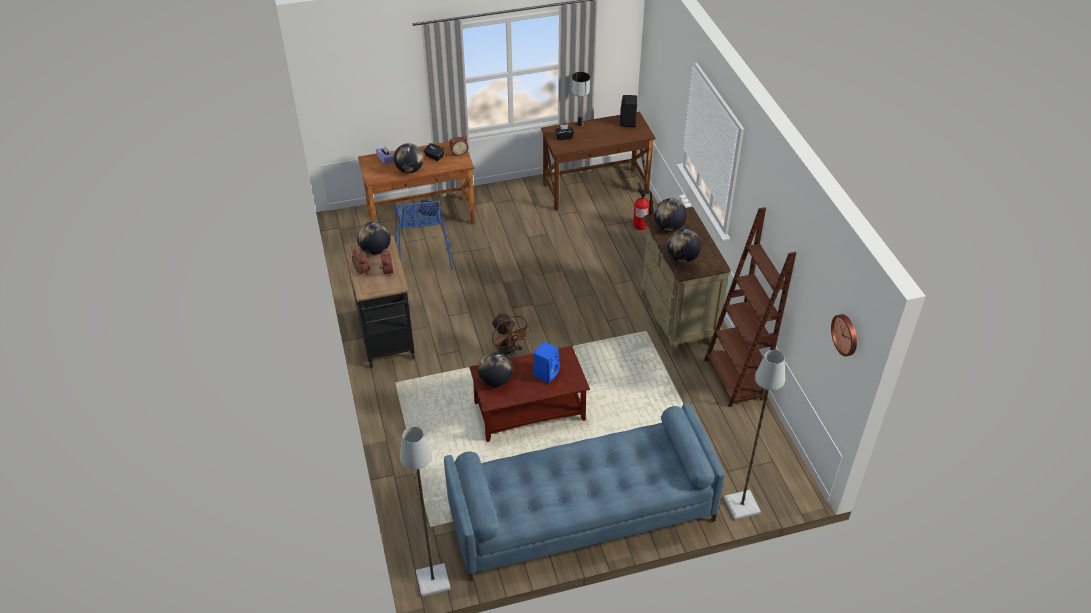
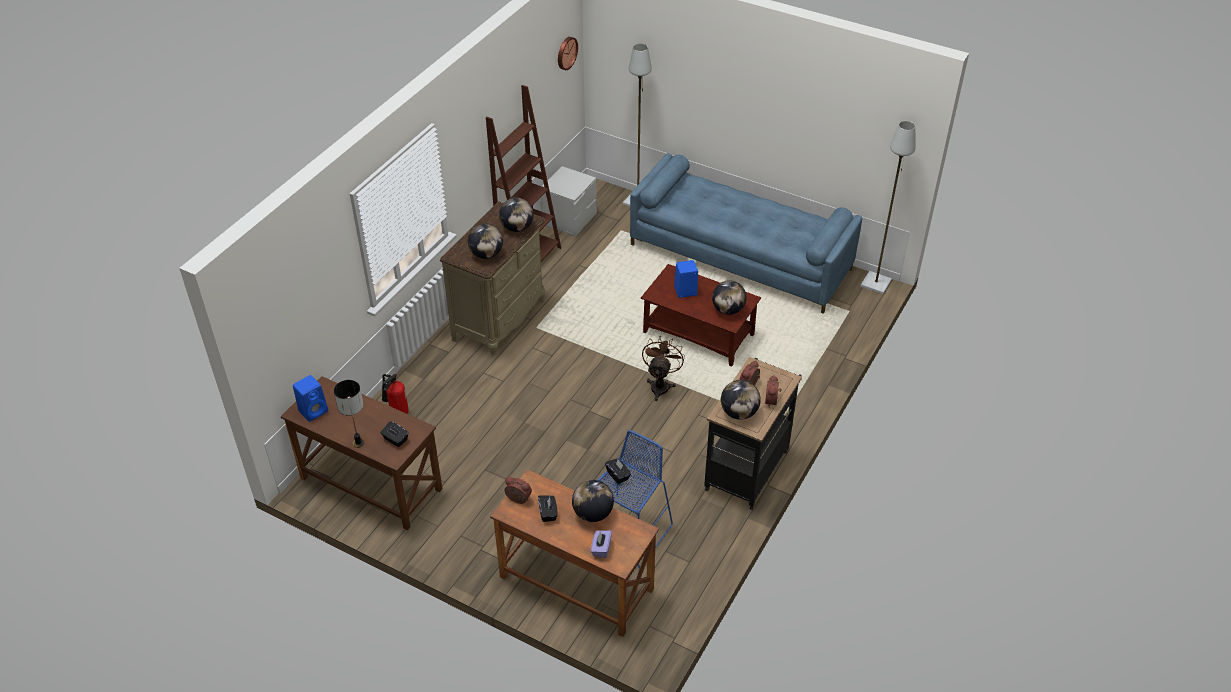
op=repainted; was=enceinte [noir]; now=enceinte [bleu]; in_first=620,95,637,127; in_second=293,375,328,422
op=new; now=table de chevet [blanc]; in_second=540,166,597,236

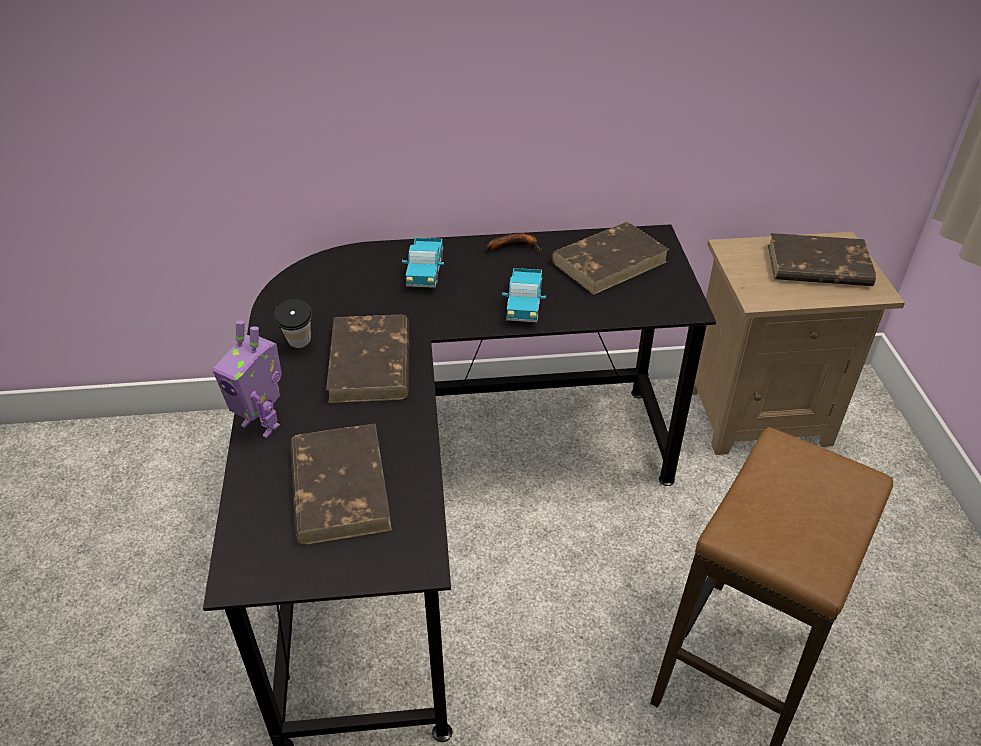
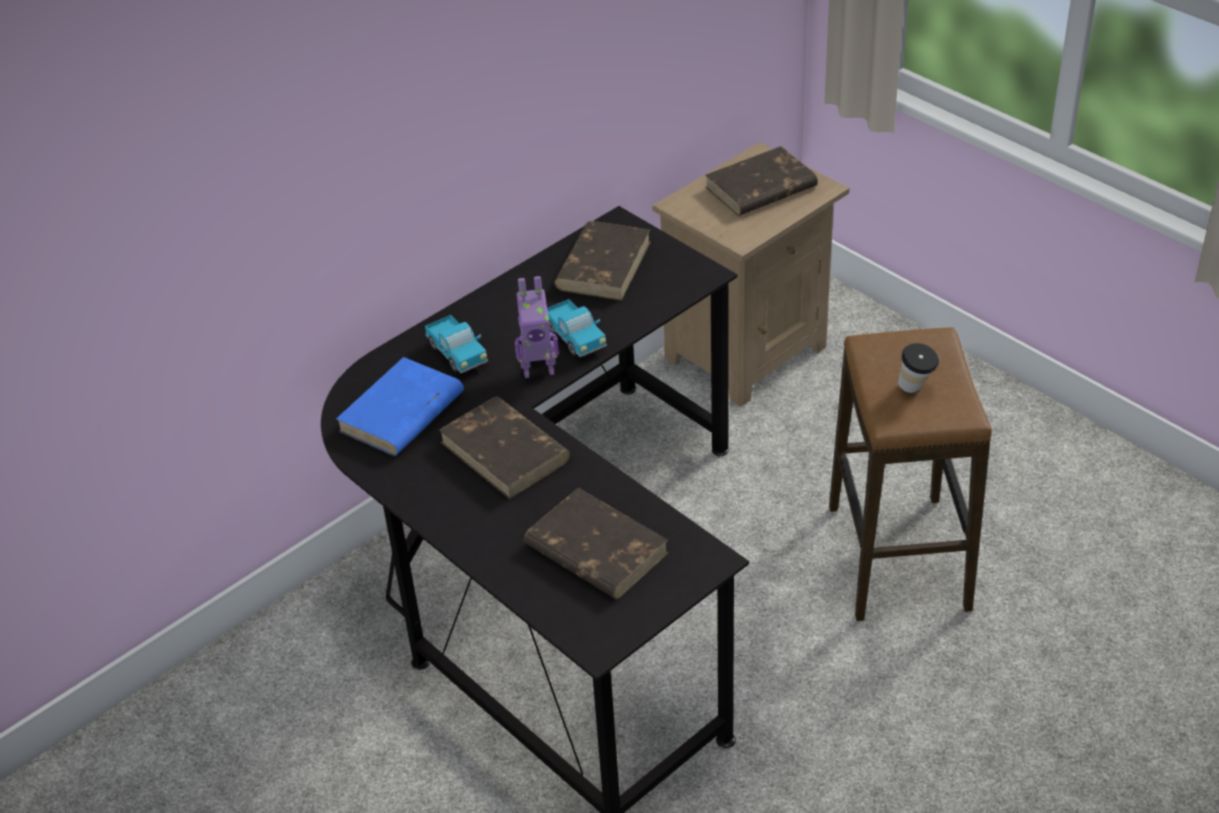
op=shifted; was=robot jouet; in_first=213,321,282,438; in_second=515,276,559,378
op=shifted; was=tasse; in_first=274,299,312,348; in_second=898,343,939,393
op=gone; was=banane; in_first=486,233,542,252
op=new; now=livre [bleu]; in_second=336,357,464,456

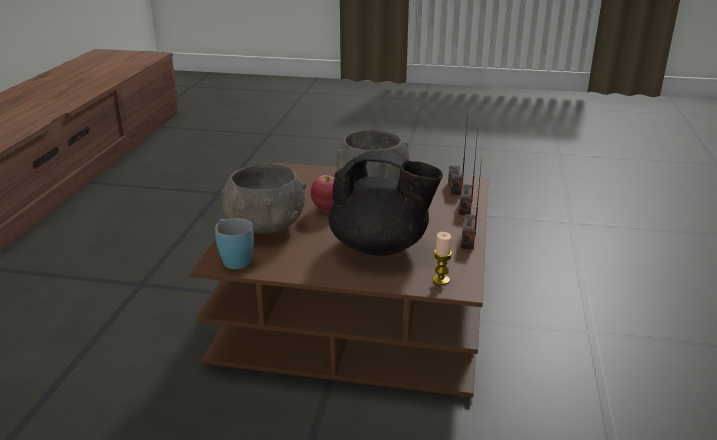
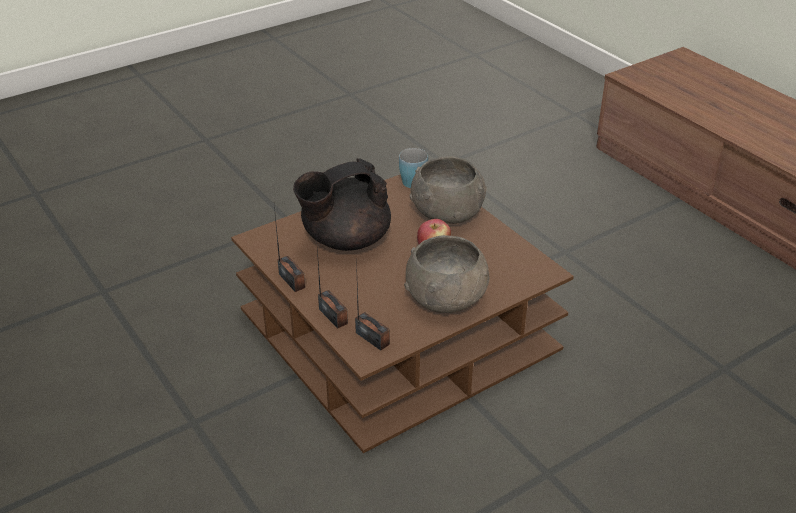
op=gone; was=bougie; in_first=432,232,452,285

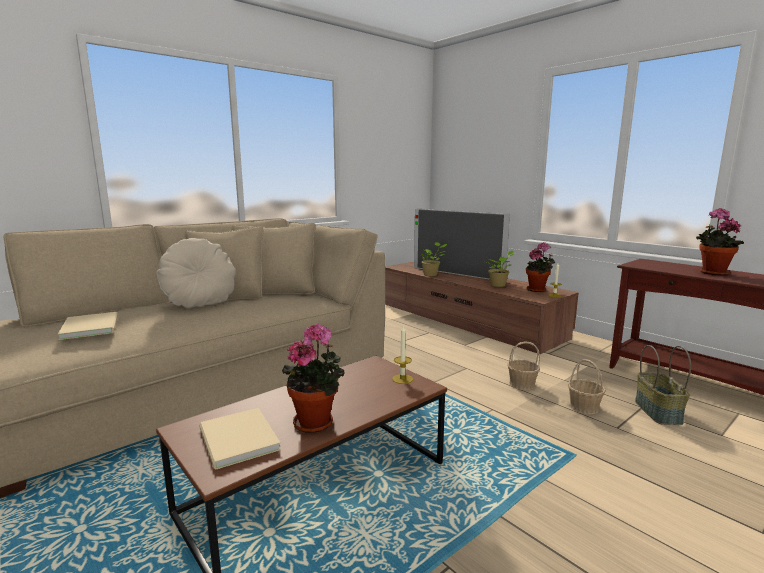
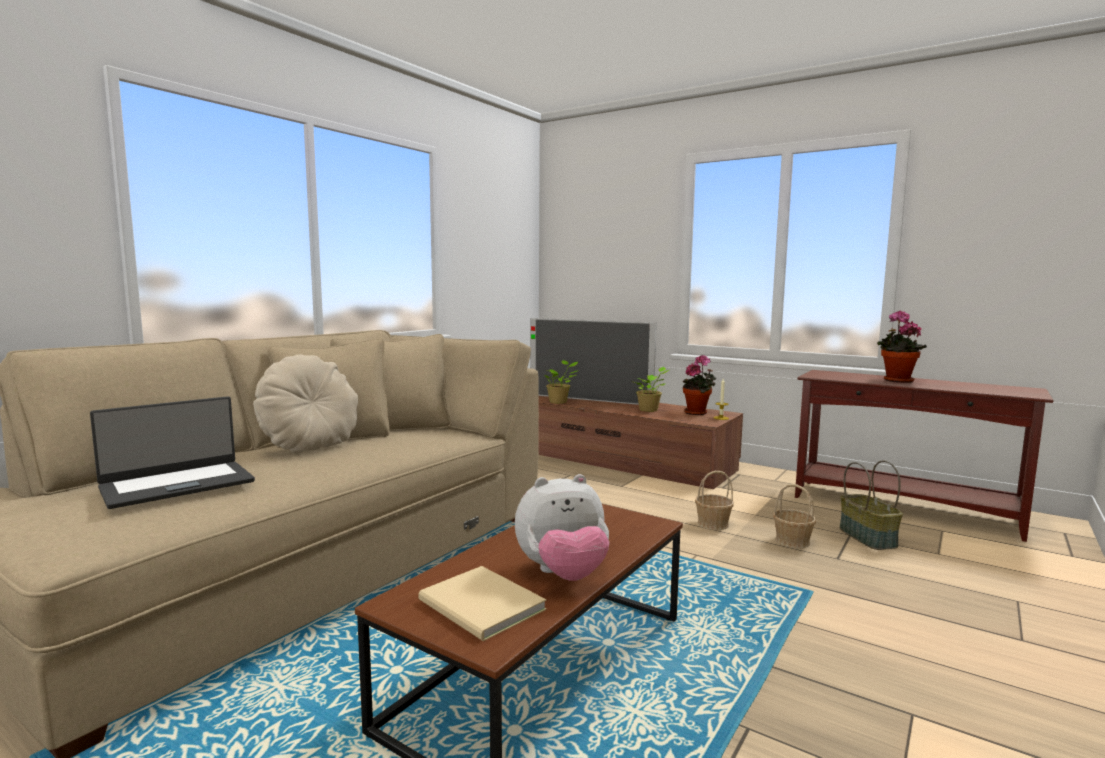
op=swapped; was=livre [beige]; now=ordinateur portable; in_first=58,312,118,340; in_second=90,396,255,509
op=swapped; was=plante en pot; now=peluche; in_first=282,323,345,433; in_second=515,474,610,581
op=gone; was=bougie; in_first=392,326,413,384

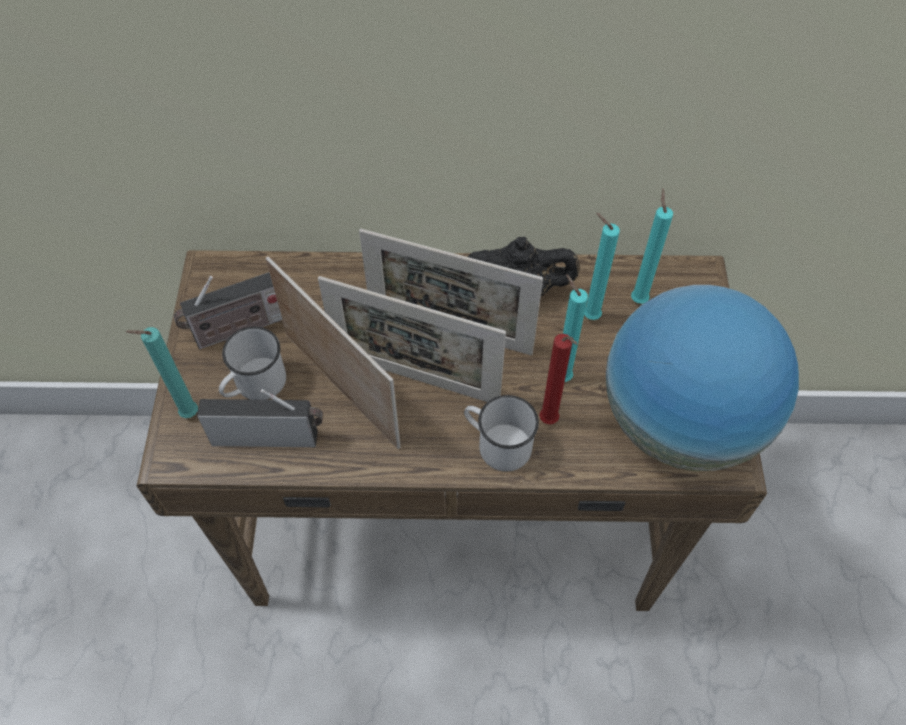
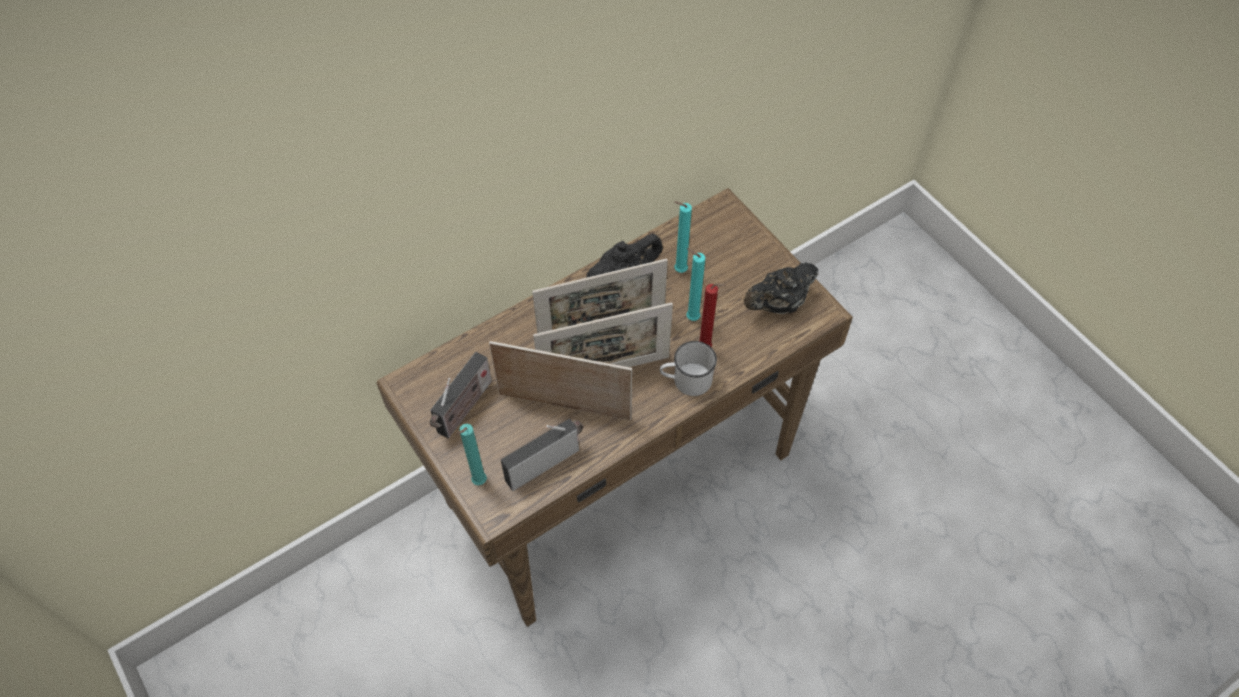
op=gone; was=mug [blanc]; in_first=219,327,286,400
op=swapped; was=globe; now=théière [noir]; in_first=606,285,799,471; in_second=744,262,819,314
op=gone; was=bougie [turquoise]; in_first=631,188,673,304

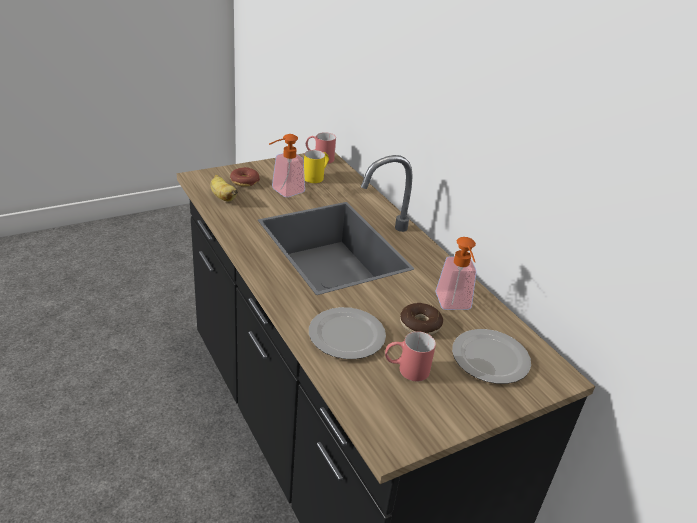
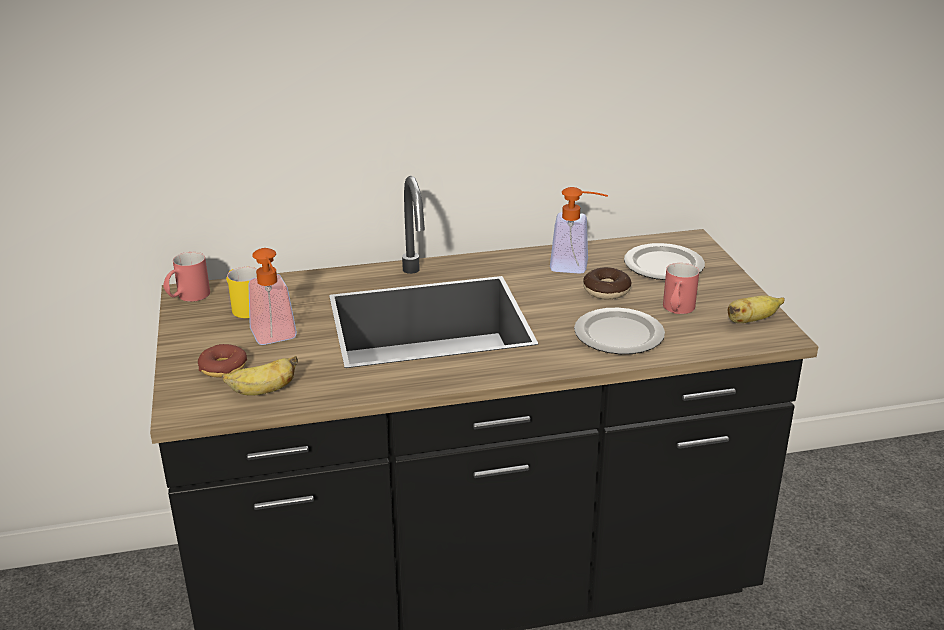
op=new; now=banane; in_second=728,295,785,323

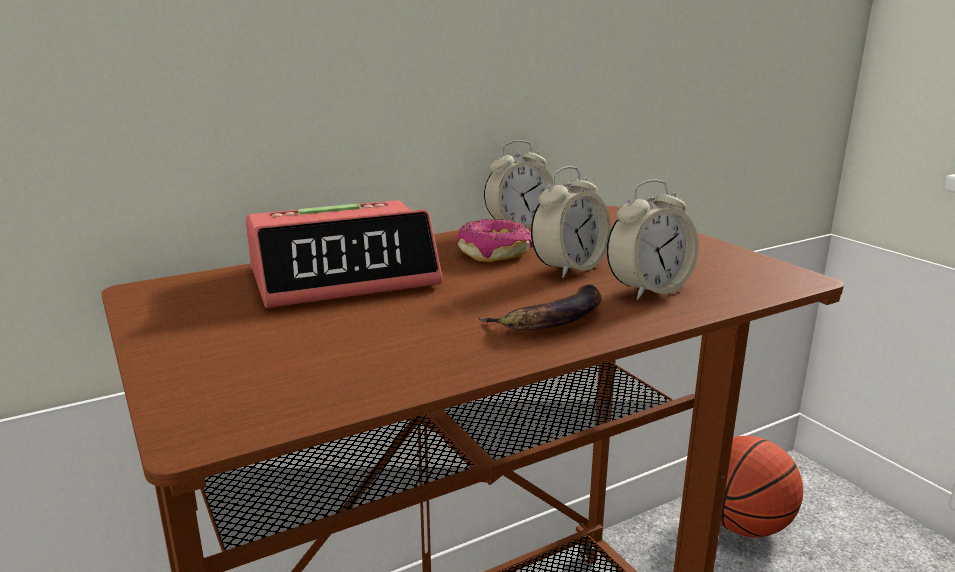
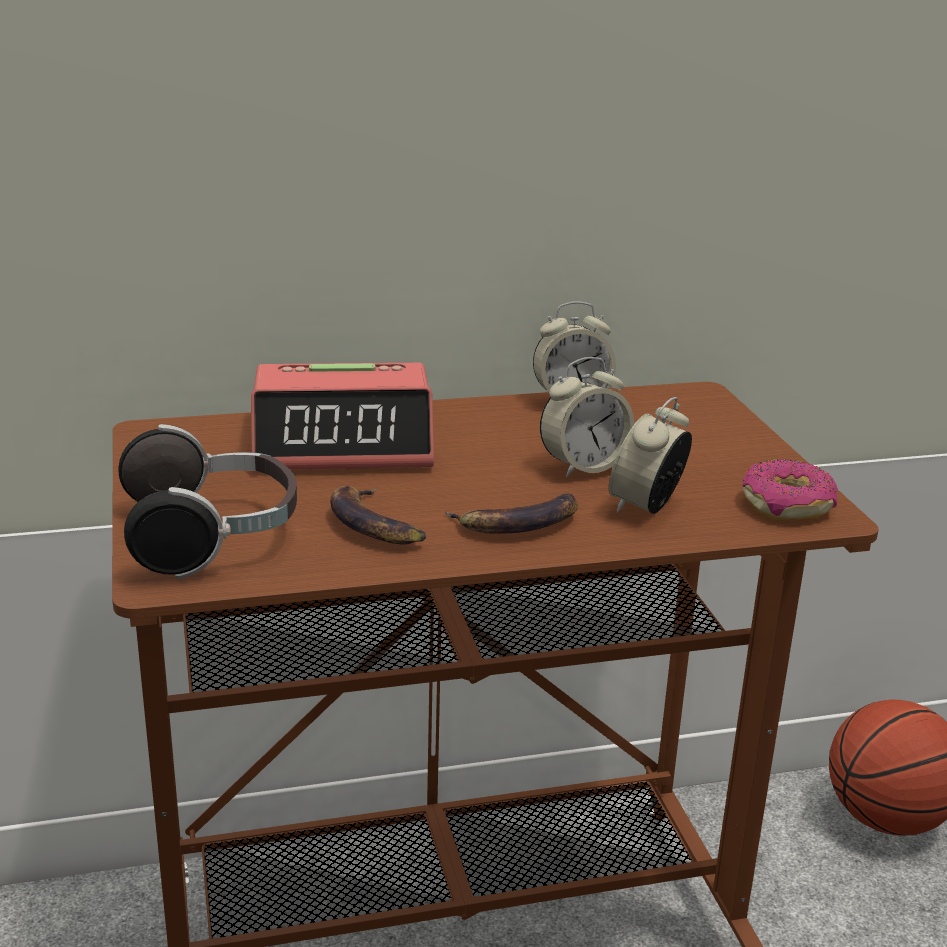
op=shifted; was=beignet; in_first=457,219,533,262; in_second=742,459,837,520
op=rotated; was=réveil; in_first=607,179,699,300; in_second=609,397,692,514; clockwise=135
op=new; now=casque audio; in_second=118,424,297,579
op=new; now=banane; in_second=330,486,426,545

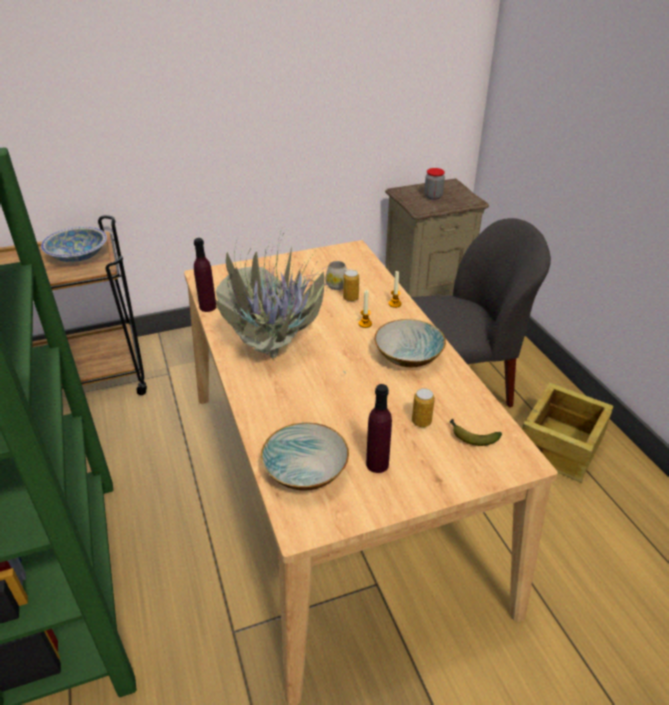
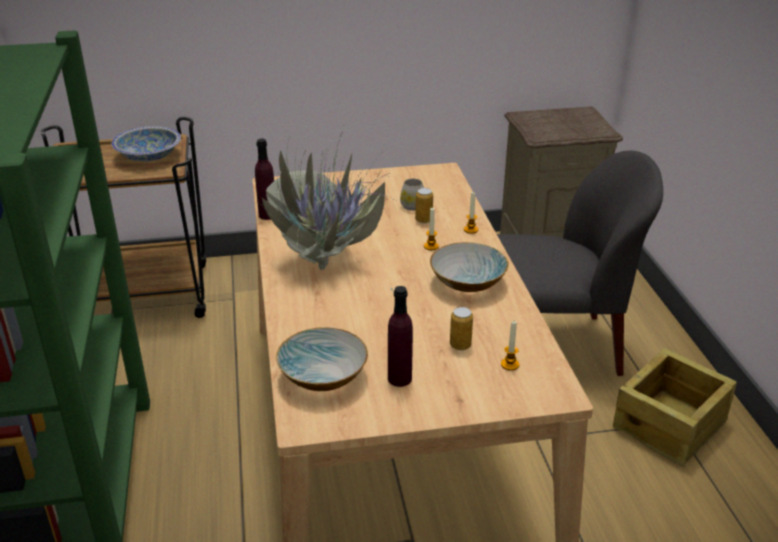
op=gone; was=bocal; in_first=424,168,445,200
op=swapped; was=banane; now=bougie; in_first=450,419,502,446; in_second=501,321,519,371

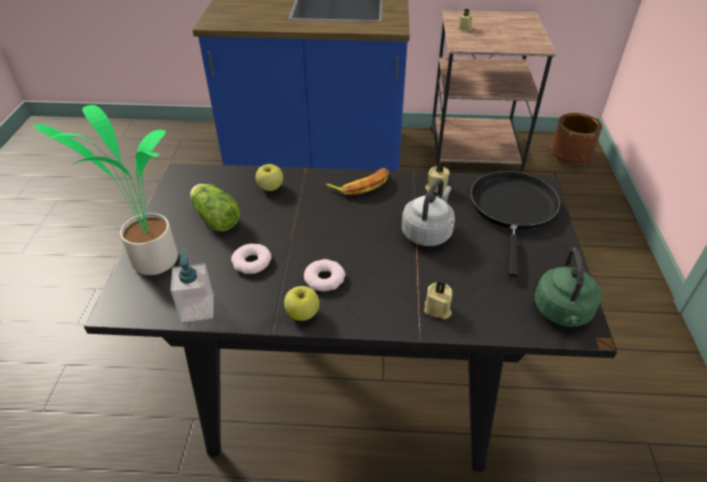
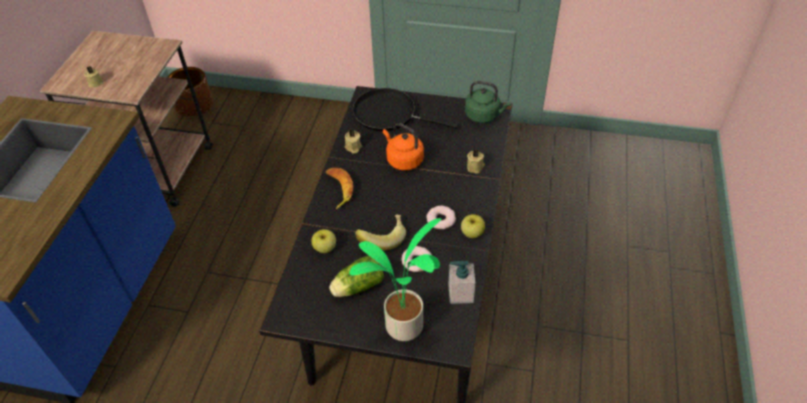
op=repainted; was=bouilloire [gris]; now=bouilloire [orange]; in_first=402,179,455,246; in_second=383,123,424,171
op=new; now=banane; in_second=355,215,406,250

